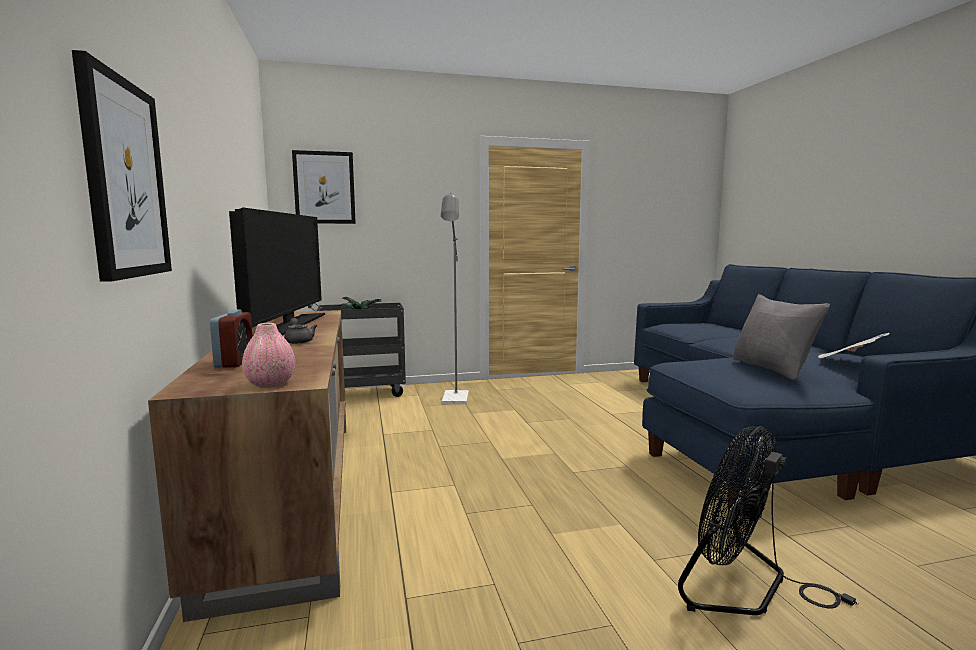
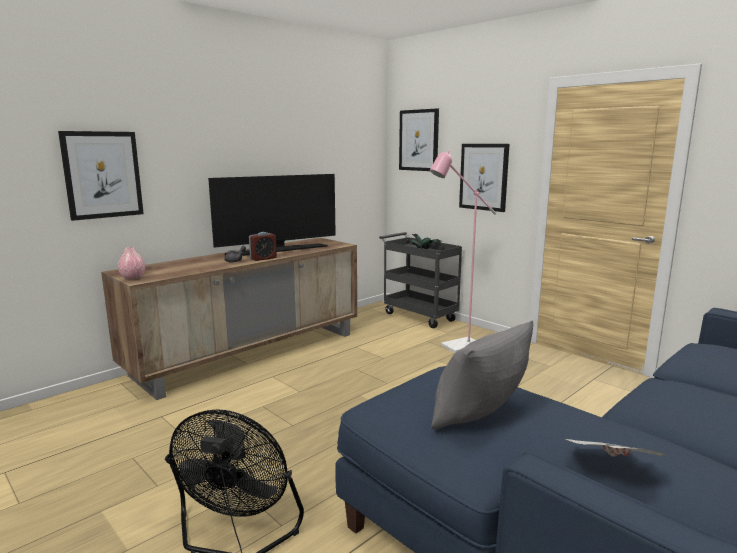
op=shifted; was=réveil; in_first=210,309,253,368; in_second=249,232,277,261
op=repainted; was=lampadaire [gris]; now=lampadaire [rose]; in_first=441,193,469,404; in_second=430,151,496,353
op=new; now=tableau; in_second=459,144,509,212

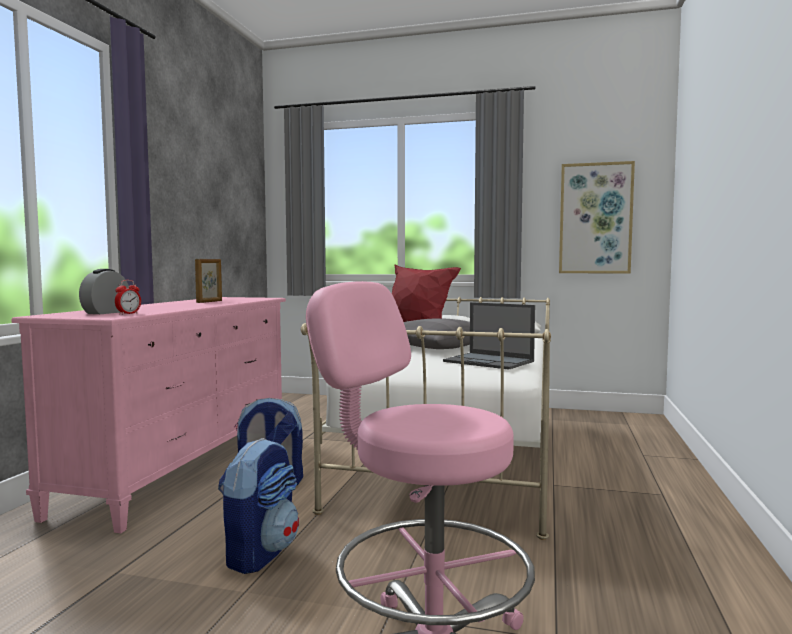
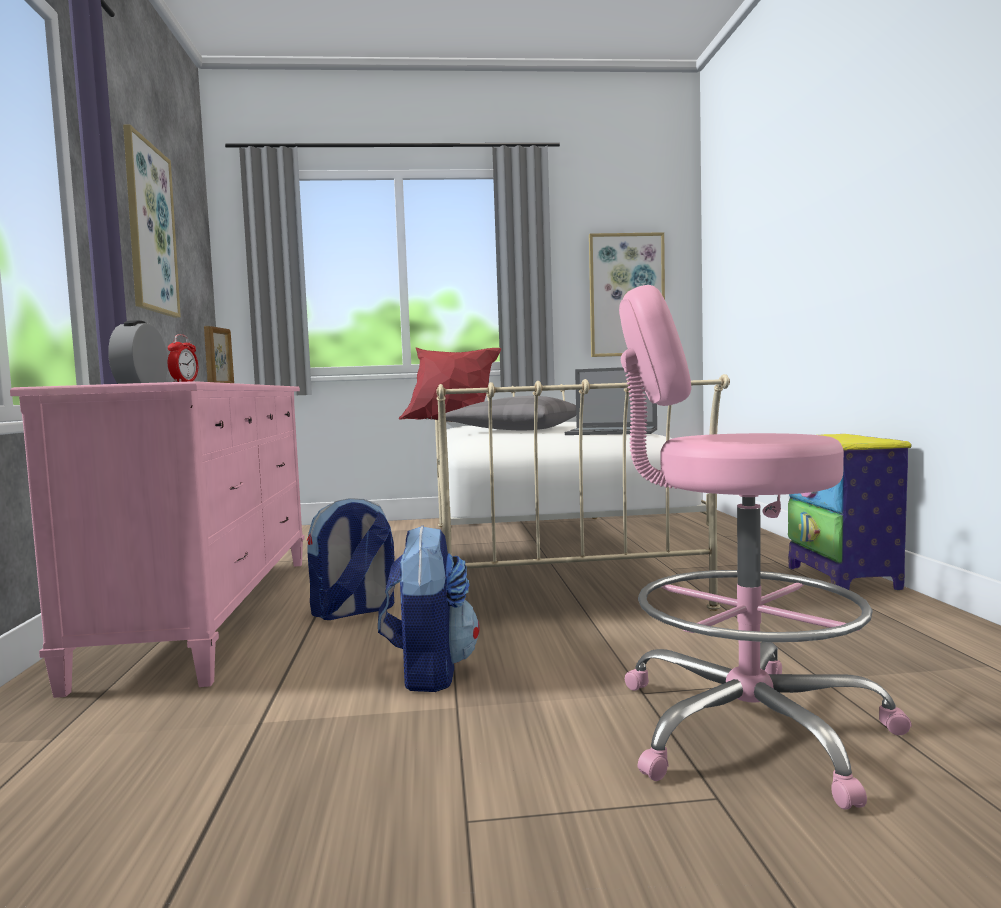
op=new; now=tableau; in_second=123,125,181,318
op=new; now=table de chevet; in_second=788,434,912,590

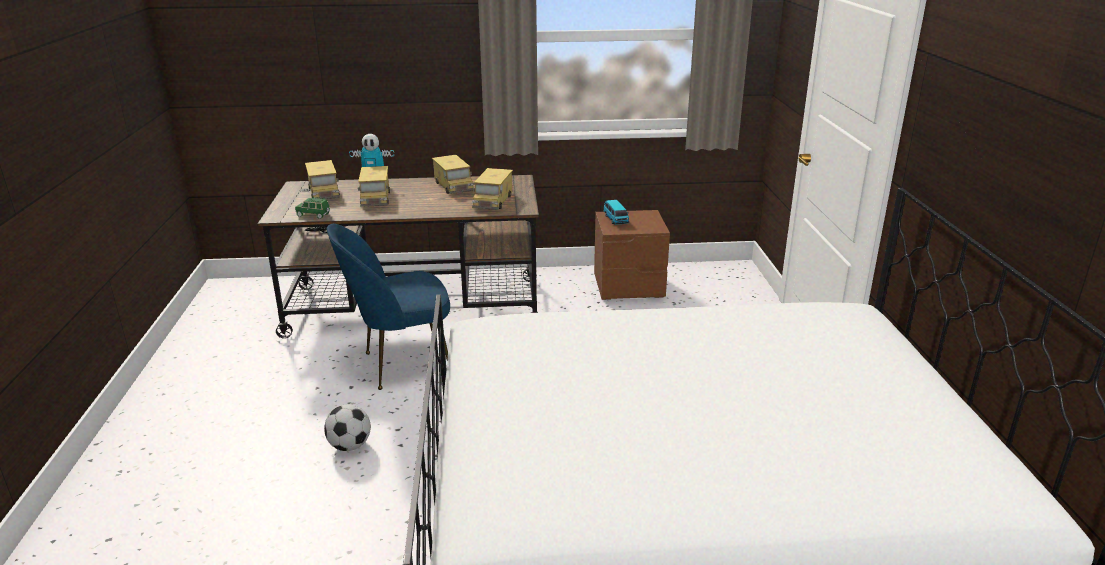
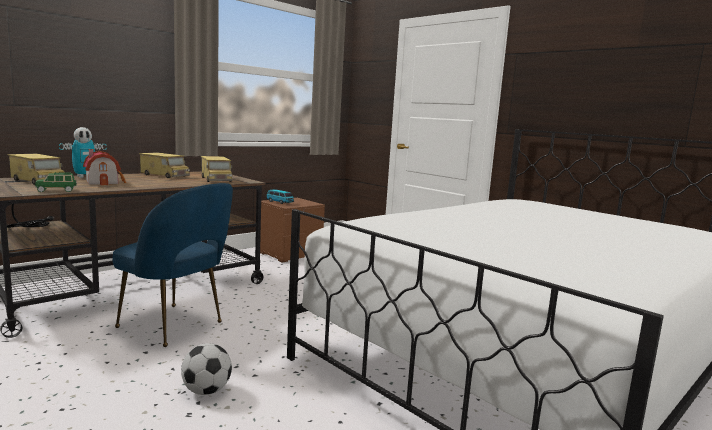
op=rotated; was=chaise [bleu]; in_first=327,224,450,390; in_second=112,183,233,347; clockwise=-90
op=swapped; was=camion jouet; now=maison miniature; in_first=358,166,390,207; in_second=83,149,126,185

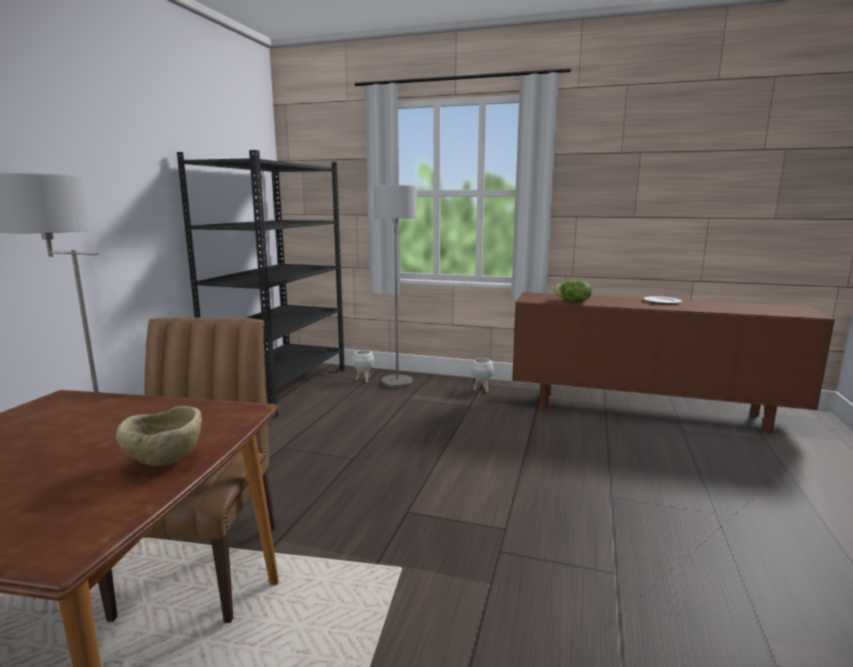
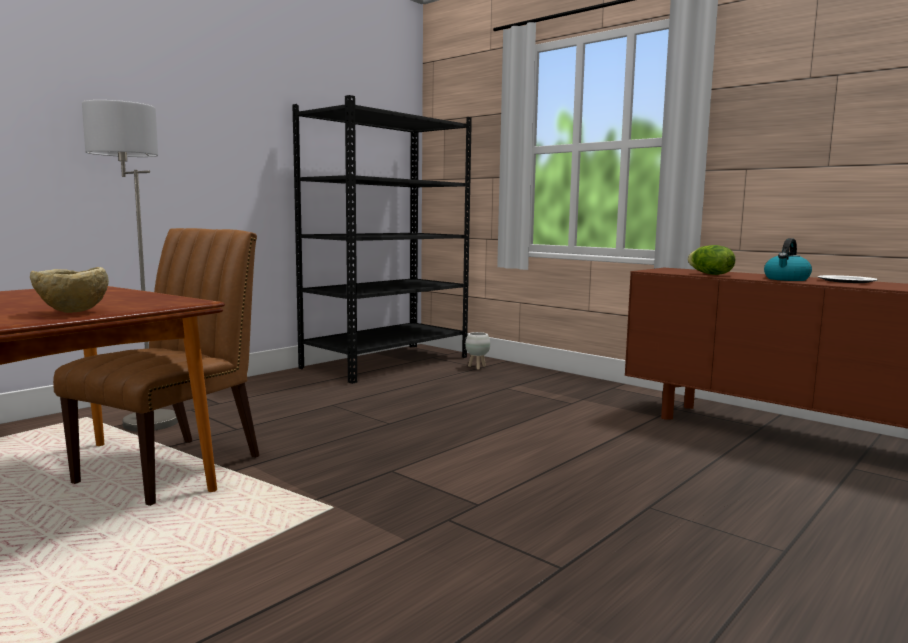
op=gone; was=lampadaire [gris]; in_first=373,185,417,389
op=gone; was=cache-pot [blanc]; in_first=471,358,494,392
op=new; now=bouilloire; in_second=764,238,812,281

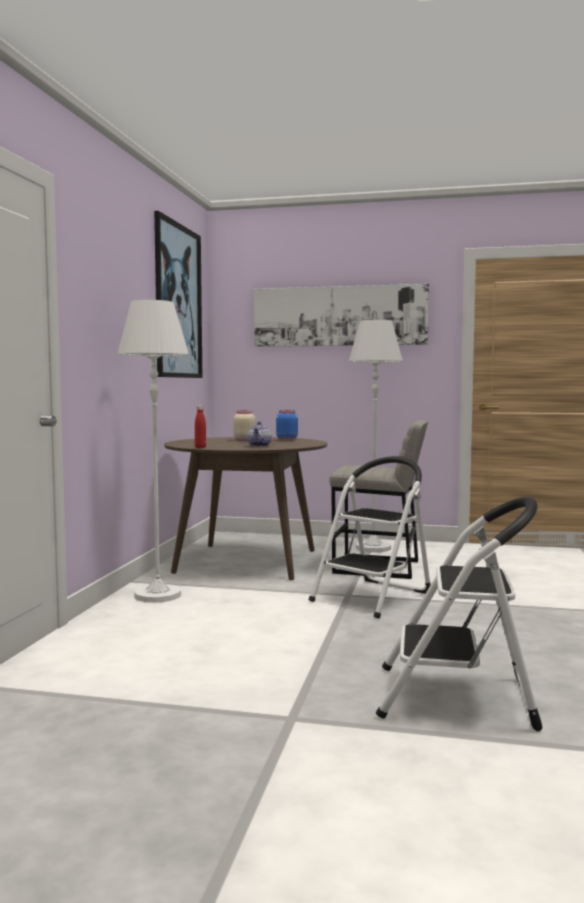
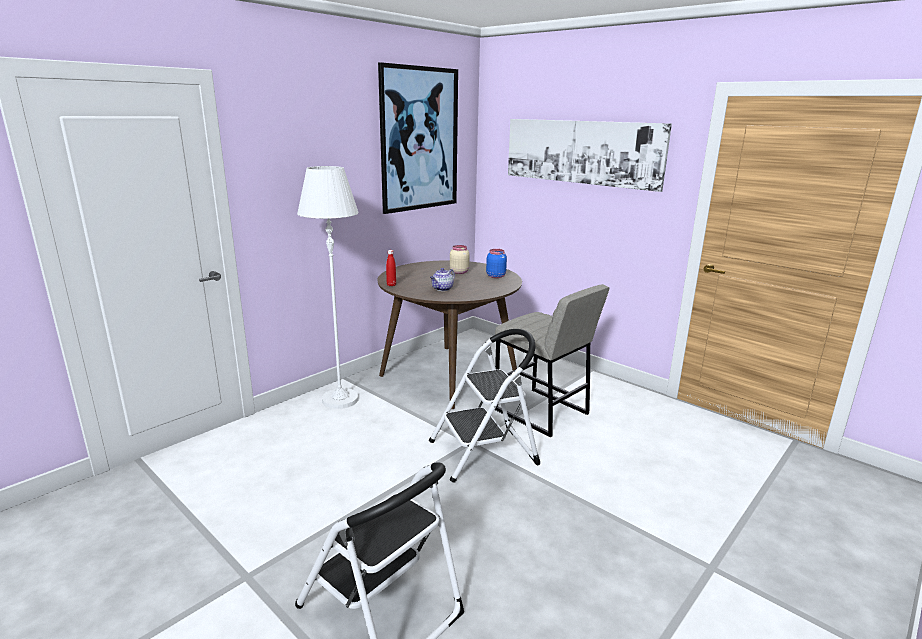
op=gone; was=lampadaire [blanc]; in_first=349,320,403,552

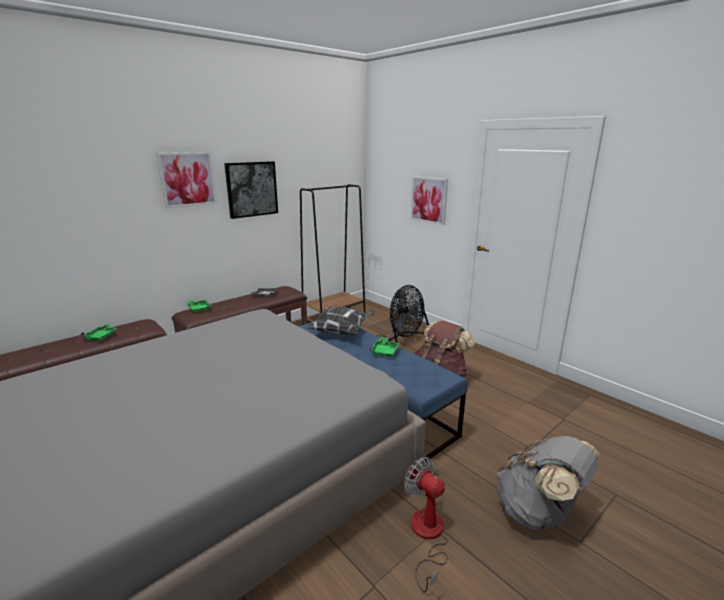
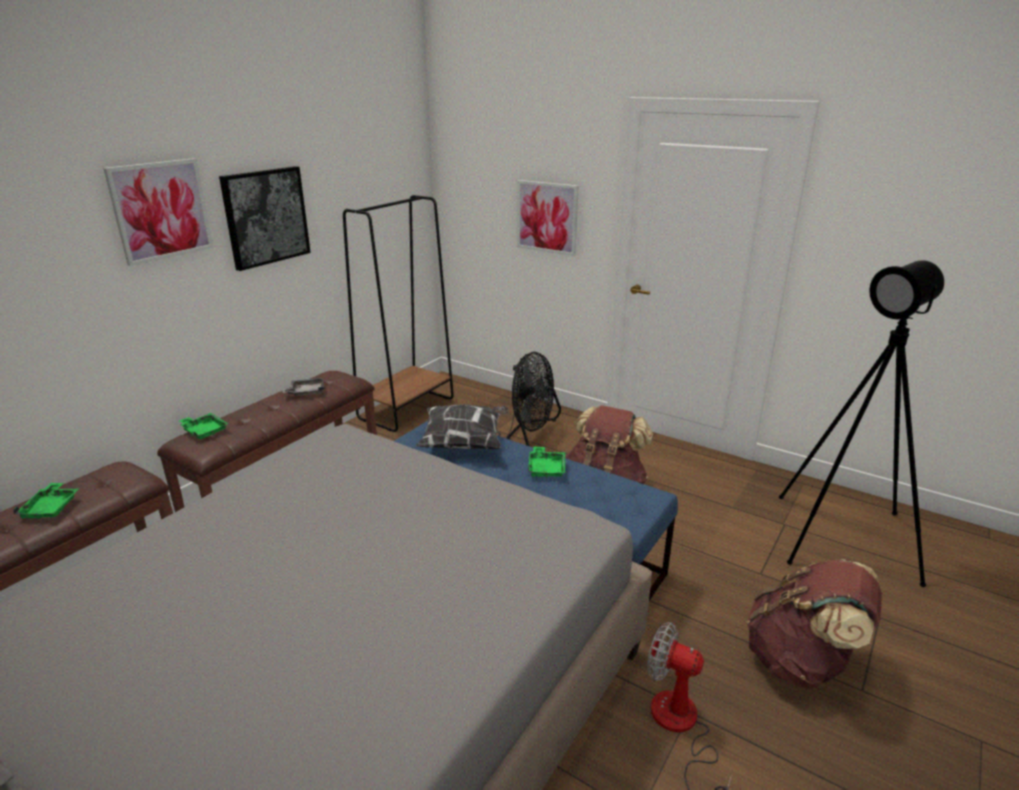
op=repainted; was=sac à dos [gris]; now=sac à dos [marron]; in_first=496,436,600,530; in_second=747,559,882,689
op=new; now=lampadaire [noir]; in_second=779,260,944,587

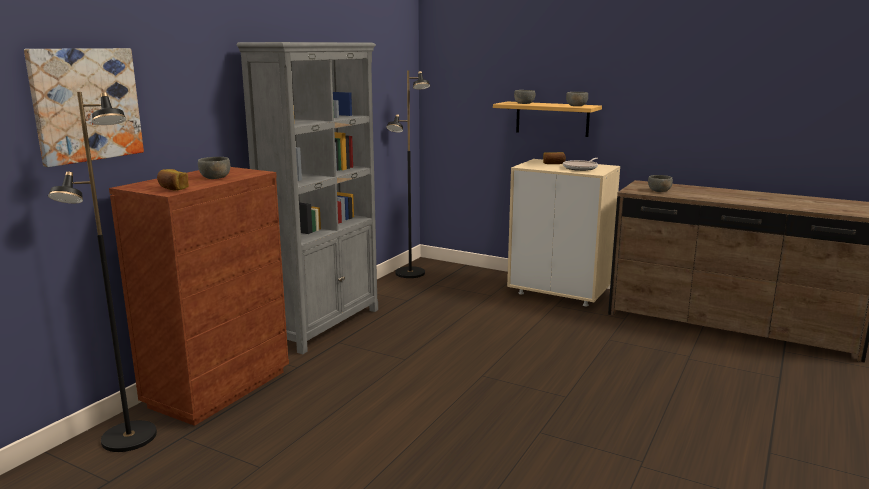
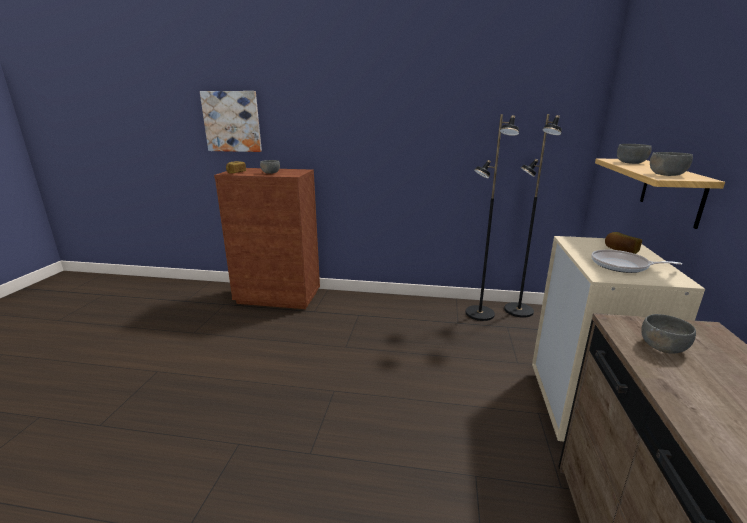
op=shifted; was=lampadaire [noir]; in_first=48,92,157,452; in_second=465,114,519,321
op=gone; was=bibliothèque [gris]; in_first=237,42,378,354

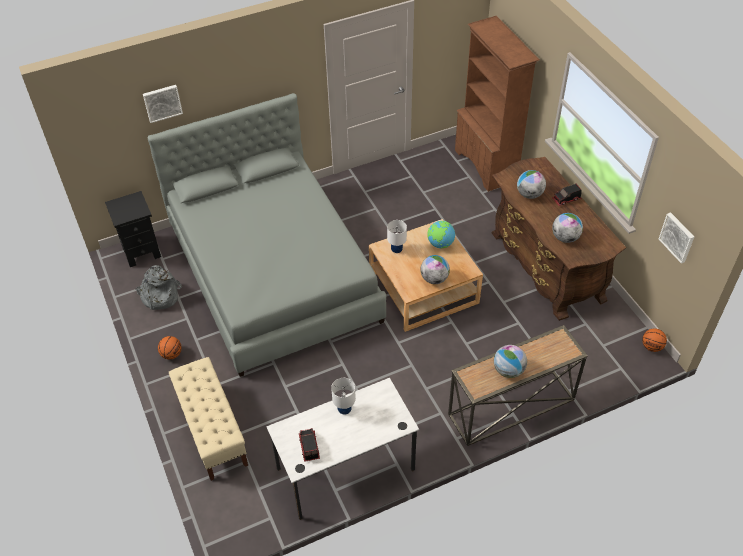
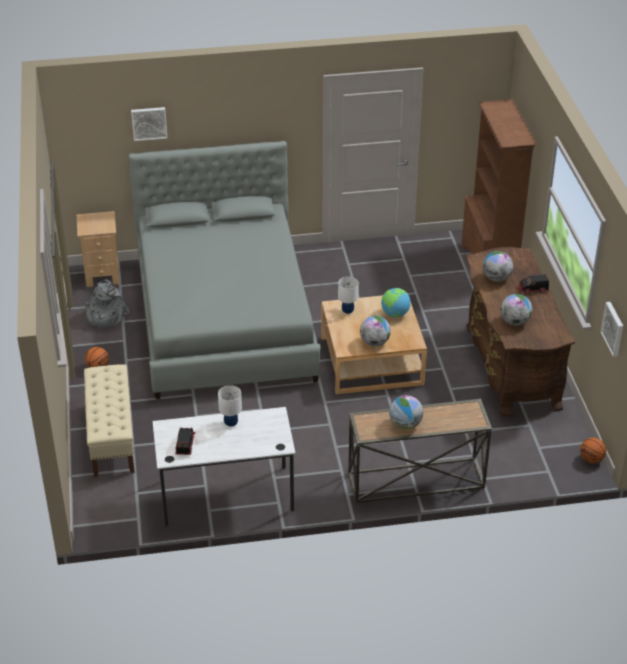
op=repainted; was=table de chevet [noir]; now=table de chevet [beige]; in_first=105,191,161,267; in_second=77,211,120,287

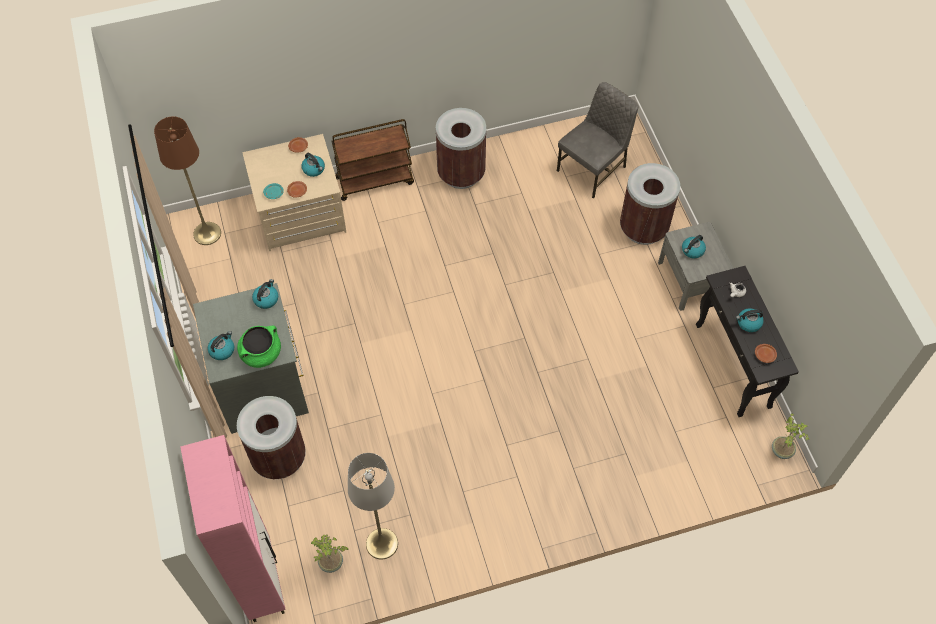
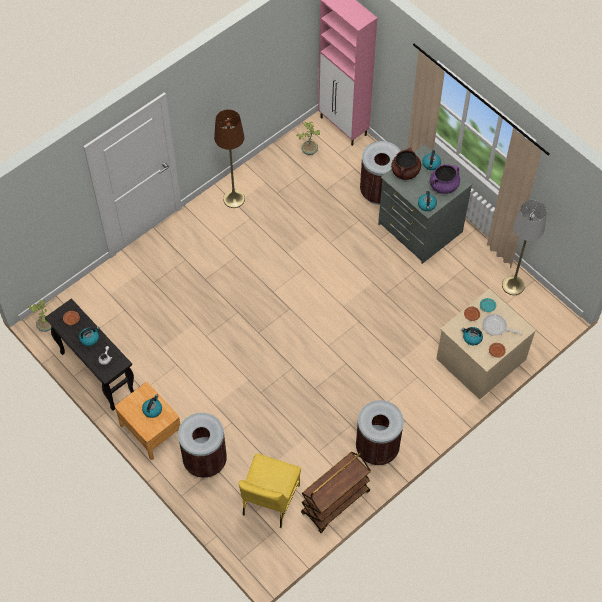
op=shifted; was=lampadaire [marron]; in_first=154,117,221,245; in_second=214,109,245,208
op=repainted; was=marmite [vert]; now=marmite [marron]; in_first=237,325,281,368; in_second=391,148,421,180
op=shifted; was=chariot [marron]; in_first=332,119,414,201; in_second=301,452,371,533
op=shifted; was=lampadaire [gris]; in_first=348,453,398,560; in_second=502,200,547,295
op=repainted; was=chaise [gris]; now=chaise [jaune]; in_first=557,82,638,199; in_second=239,453,301,528
op=repainted; was=table de chevet [gris]; now=table de chevet [marron]; in_first=658,222,734,311; in_second=115,382,181,460
op=new; now=marmite [violet]; in_second=430,164,460,194
op=new; now=poêle; in_second=482,314,523,336

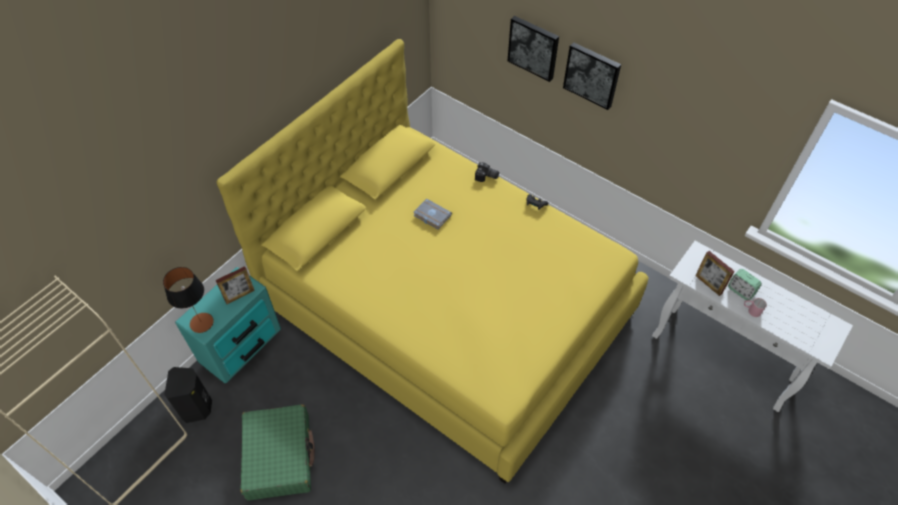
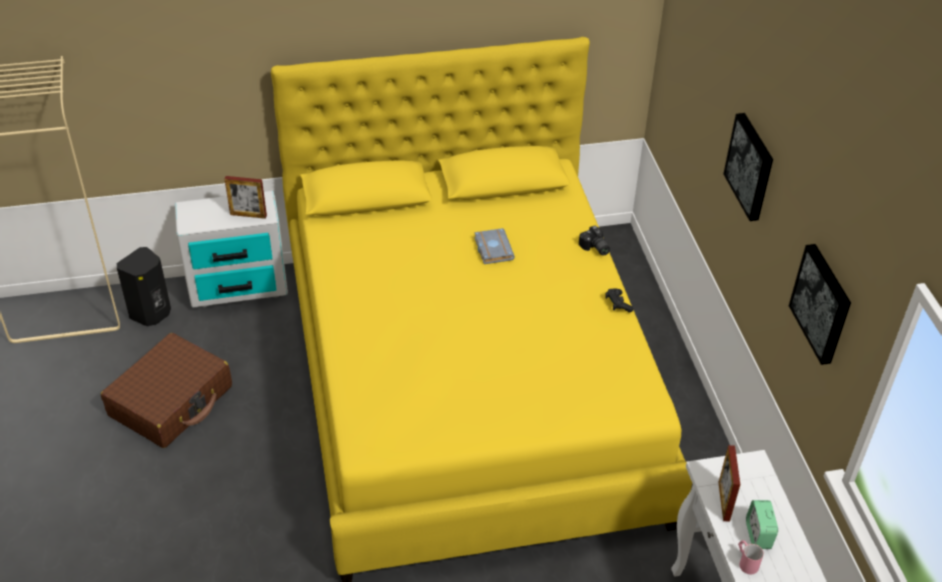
op=gone; was=lampe de table; in_first=163,267,214,333
op=repainted; was=table de chevet [turquoise]; now=table de chevet [blanc]; in_first=175,267,281,383; in_second=175,191,288,308
op=repainted; was=valise [vert]; now=valise [marron]; in_first=240,404,315,501; in_second=101,333,232,448
op=shifted; was=tableau; in_first=508,16,559,82; in_second=789,244,851,365

